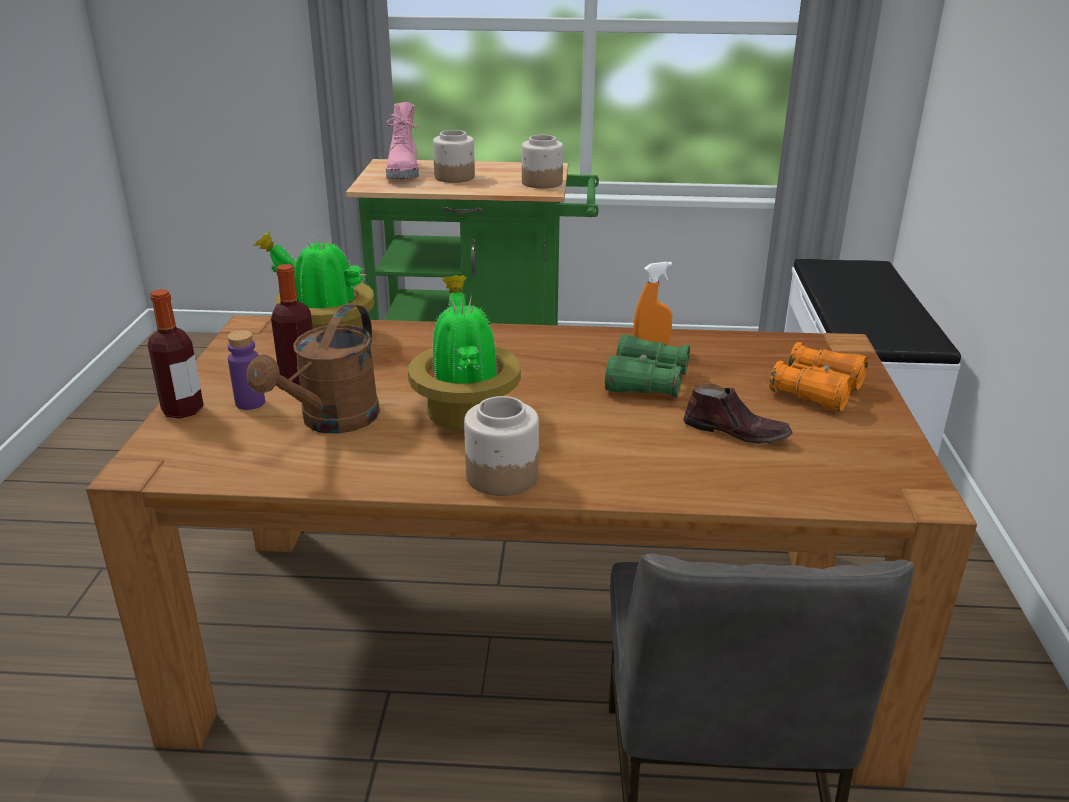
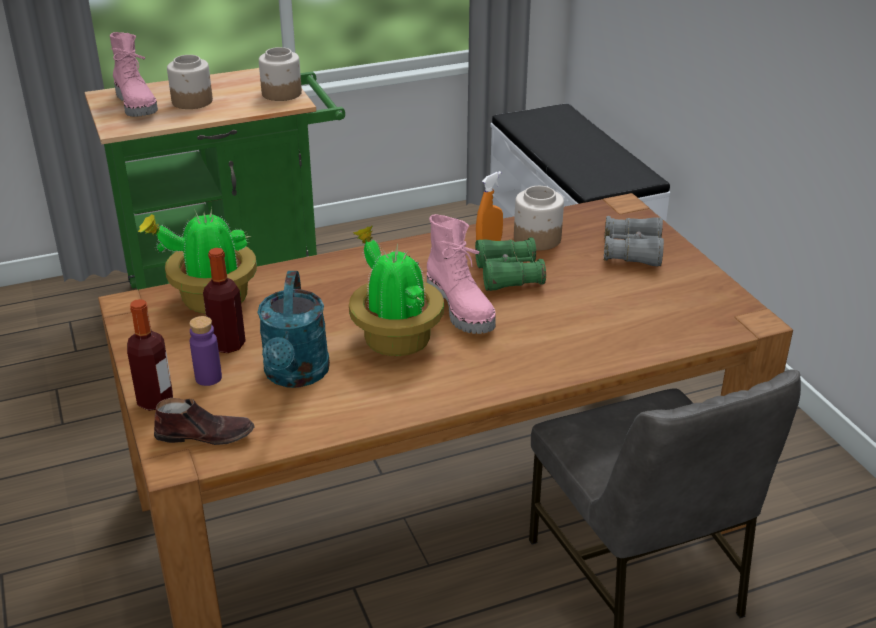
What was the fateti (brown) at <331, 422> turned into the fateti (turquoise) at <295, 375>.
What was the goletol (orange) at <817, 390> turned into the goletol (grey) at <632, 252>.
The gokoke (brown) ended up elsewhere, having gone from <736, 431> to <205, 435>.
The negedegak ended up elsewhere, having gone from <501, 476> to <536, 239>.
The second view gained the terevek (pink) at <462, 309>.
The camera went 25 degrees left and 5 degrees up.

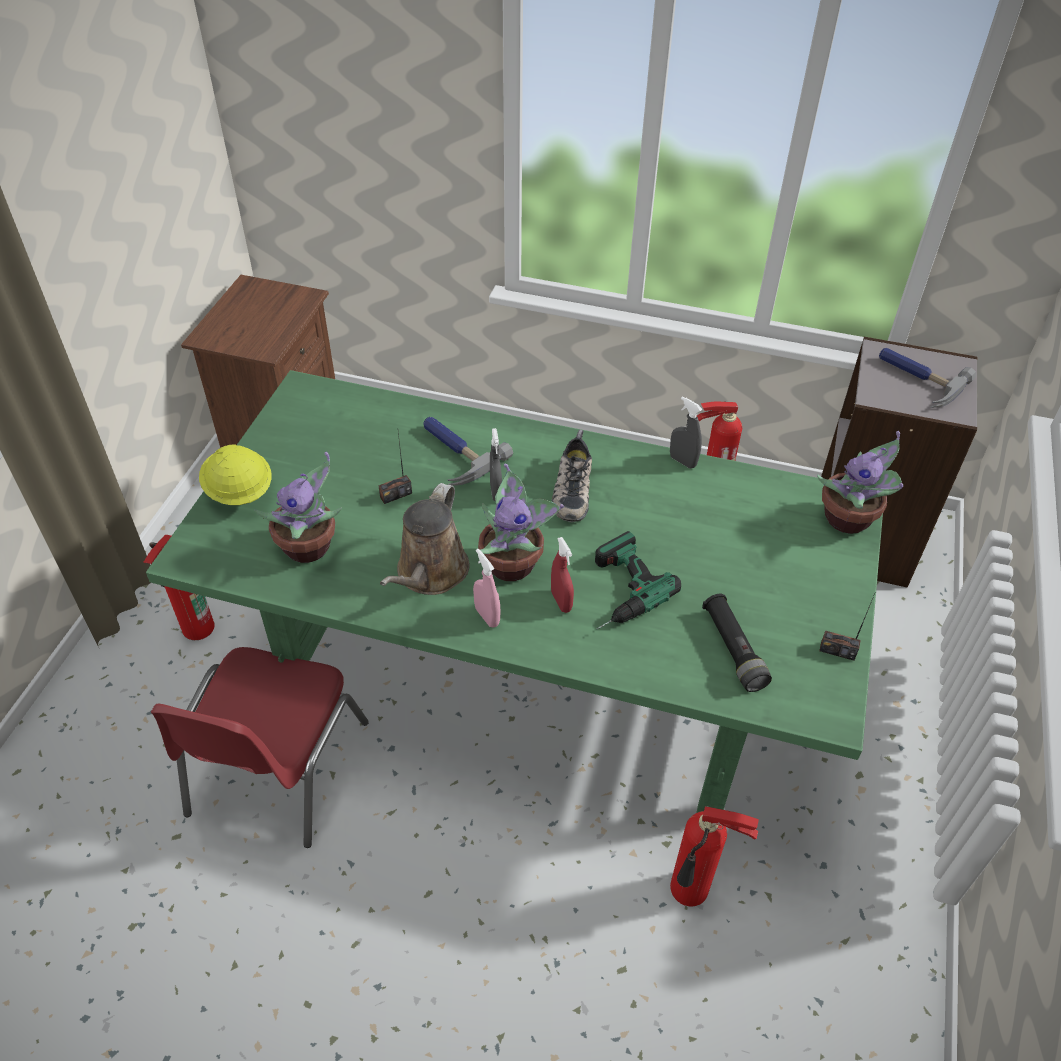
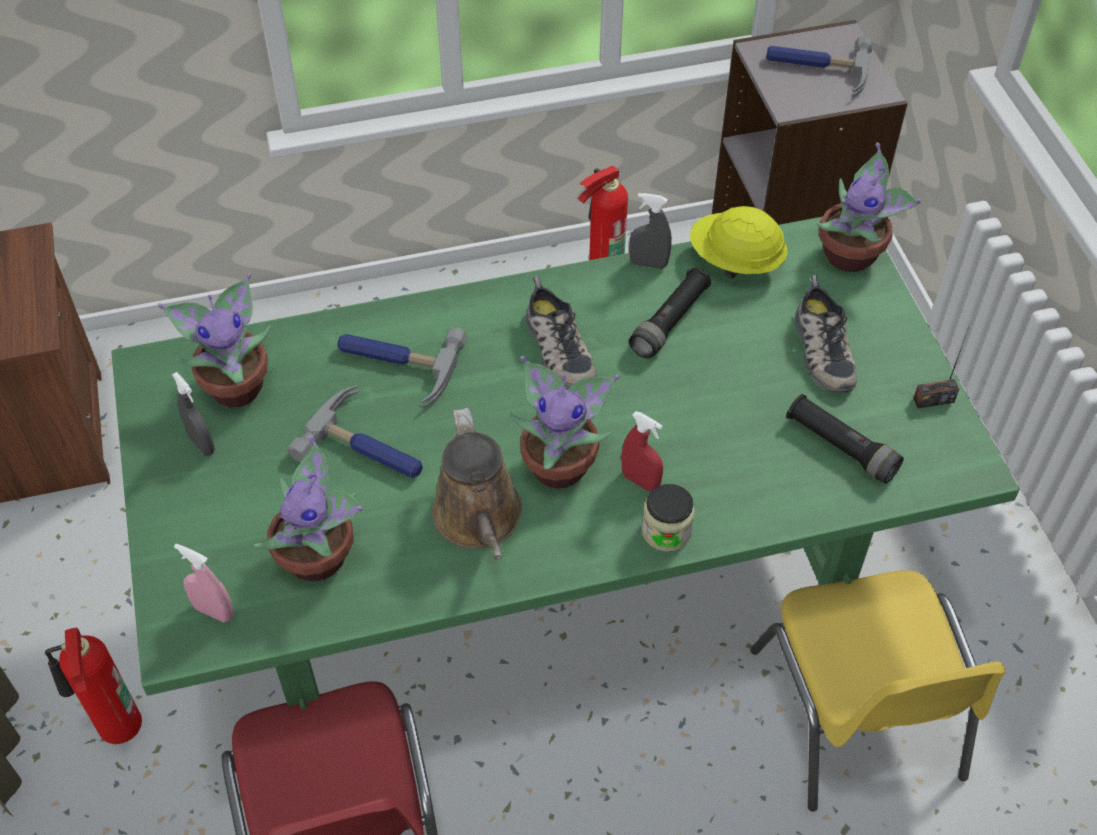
The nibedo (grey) ended up elsewhere, having gone from <496, 492> to <201, 444>.
Where the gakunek stood at <396, 495>, the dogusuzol came to stand at <369, 447>.
The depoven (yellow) ended up elsewhere, having gone from <239, 491> to <735, 261>.
The second view lost the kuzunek at <616, 590>.
The nibedo (pink) ended up elsewhere, having gone from <487, 616> to <213, 611>.
Where the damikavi stood at <691, 893>, the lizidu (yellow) came to stand at <858, 716>.
The second view gained the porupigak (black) at <670, 322>.
The second view gained the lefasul at <236, 385>.
The second view gained the gokoke at <820, 350>.
The second view gained the negedegak at <666, 531>.
The camera went 30 degrees left and 5 degrees up.

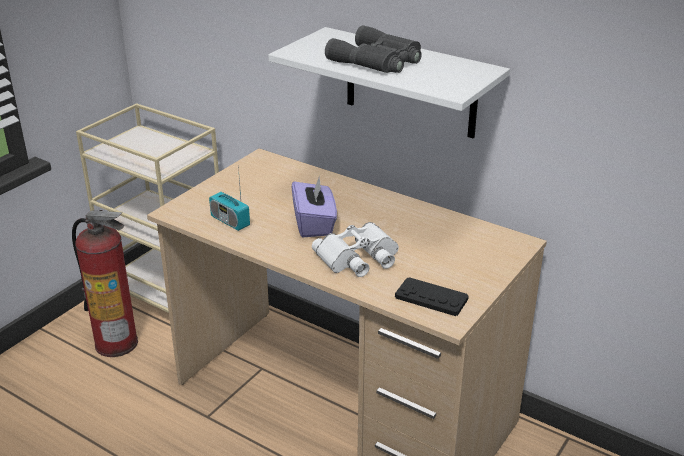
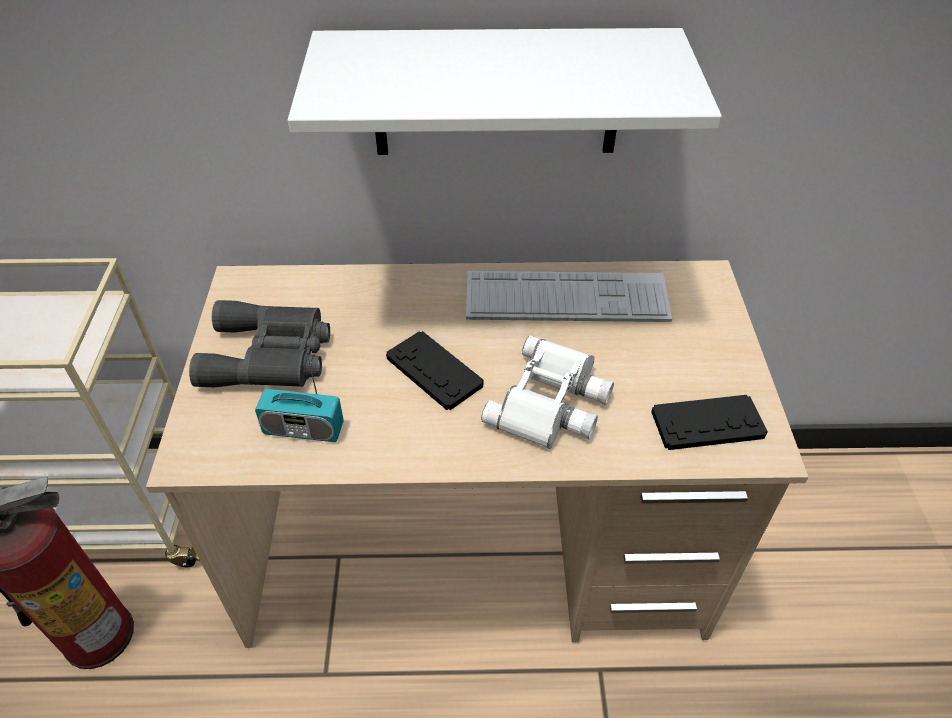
The goletol (grey) ended up elsewhere, having gone from <378, 61> to <270, 356>.
Where the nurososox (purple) stood at <314, 224>, the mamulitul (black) came to stand at <434, 371>.
The second view gained the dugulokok at <566, 298>.
The camera went 35 degrees left and 15 degrees up.

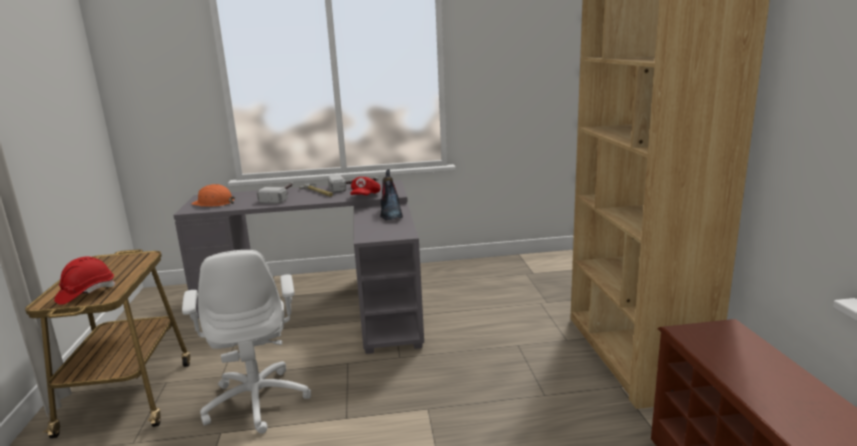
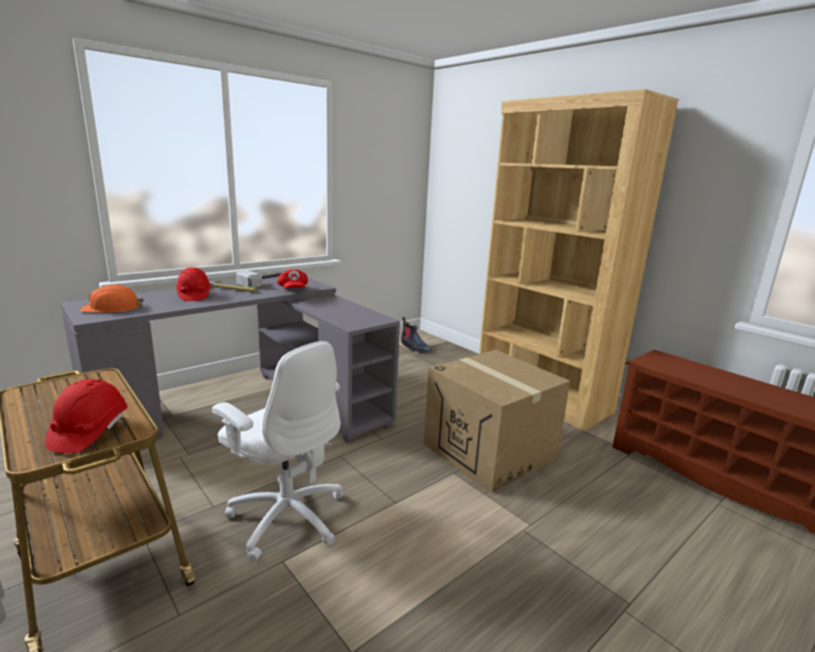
The terevek ended up elsewhere, having gone from <391, 213> to <414, 348>.
Where the dogusuzol stood at <281, 196>, the depoven (red) came to stand at <194, 296>.
The second view gained the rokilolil at <490, 451>.
The camera went 35 degrees left and 0 degrees up.

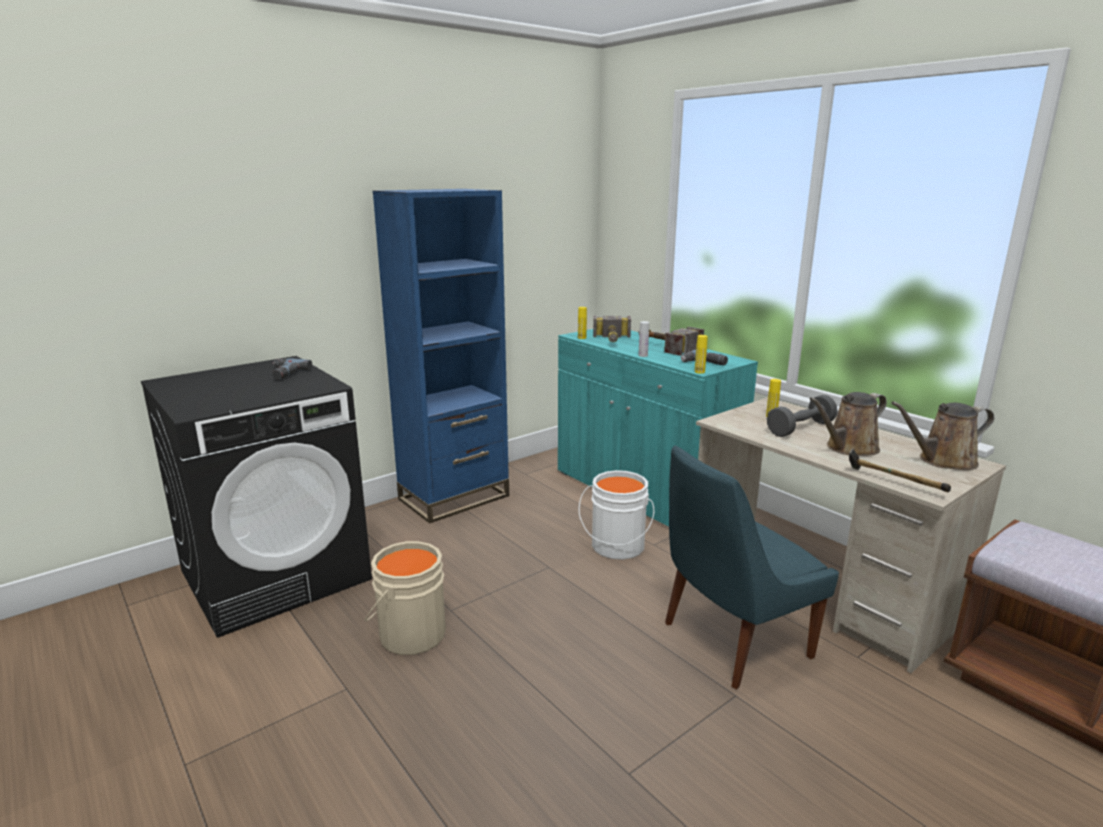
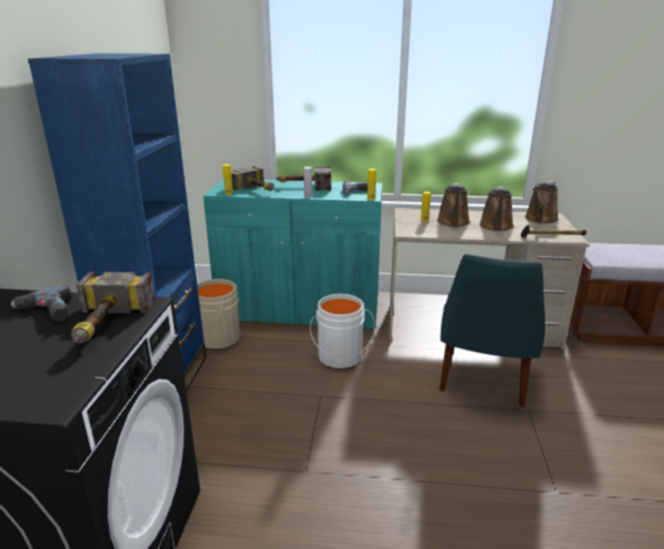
Where the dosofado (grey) stood at <800, 429>, the fateti (brown) came to stand at <453, 222>.
The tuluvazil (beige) ended up elsewhere, having gone from <409, 633> to <217, 338>.
The second view gained the dogusuzol at <104, 325>.
The camera went 45 degrees left and 5 degrees up.

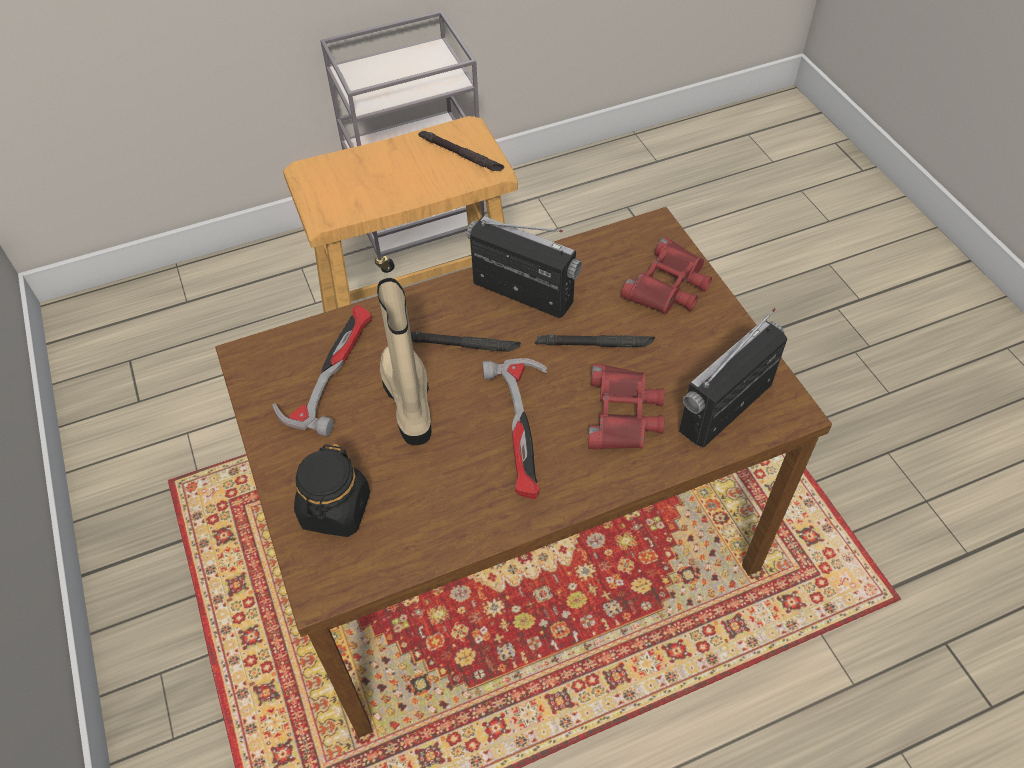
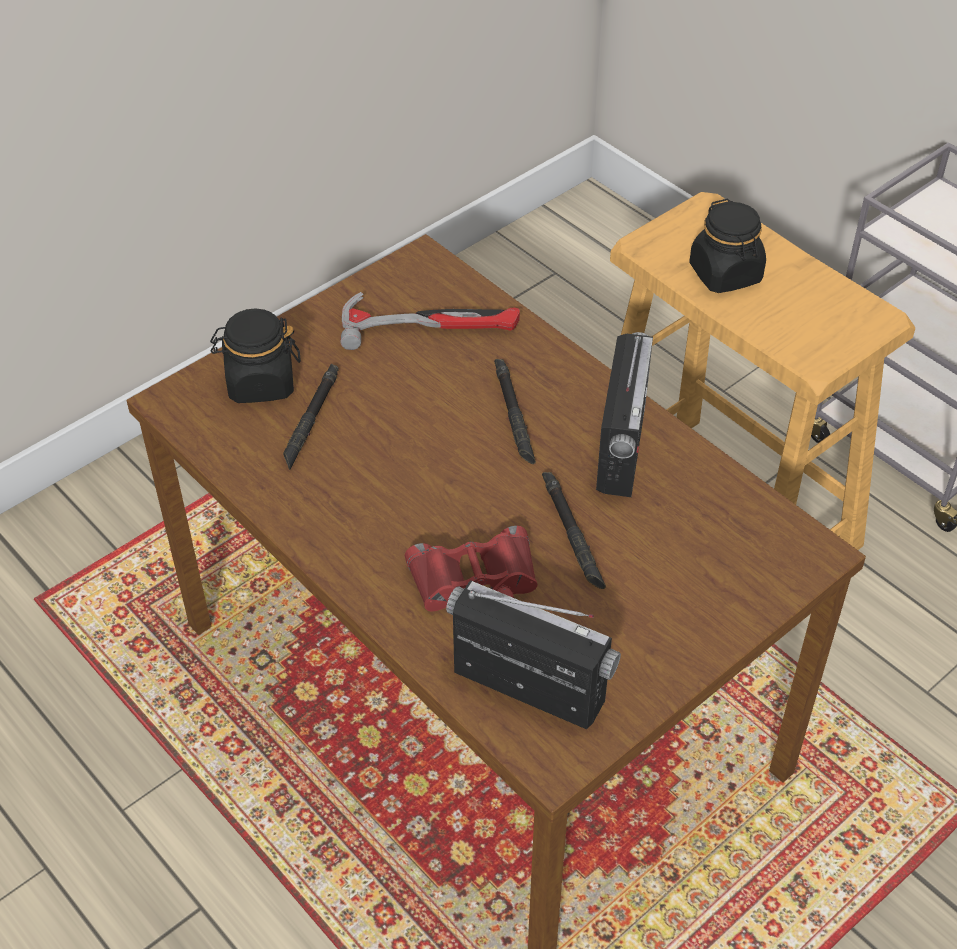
The porupigak (black) ended up elsewhere, having gone from <460, 154> to <311, 420>.
The second view lost the goletol (red) at <669, 286>.
The second view lost the terevek (beige) at <409, 401>.
The second view lost the dogusuzol at <523, 429>.
The second view gained the negedegak (black) at <725, 274>.
The camera went 70 degrees right and 5 degrees down.

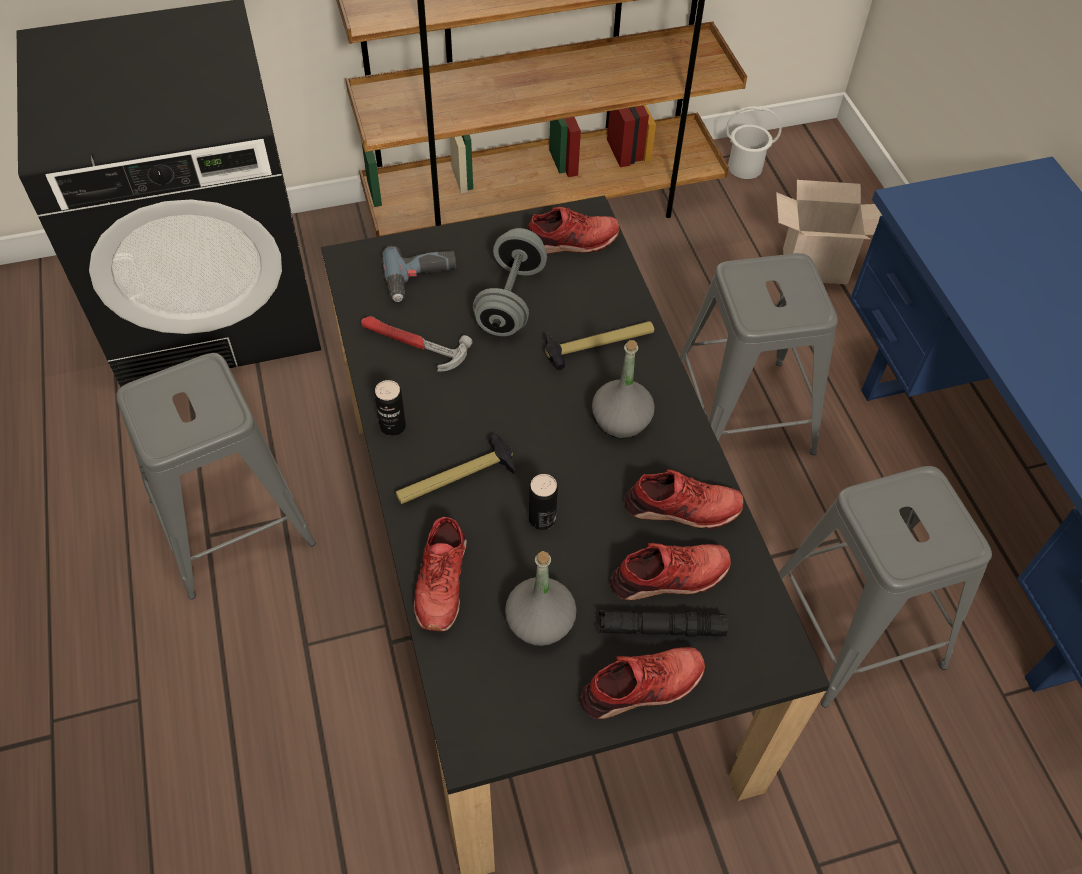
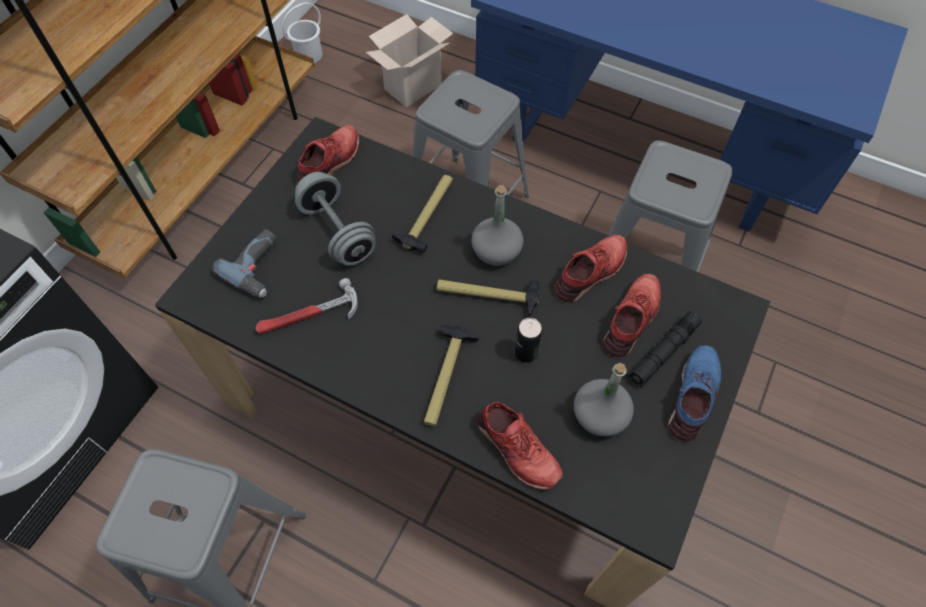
The second view lost the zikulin at <393, 426>.
What was the gokoke (red) at <642, 688> turned into the gokoke (blue) at <694, 397>.
The second view gained the dogusuzol at <487, 296>.
The camera went 45 degrees left and 5 degrees up.

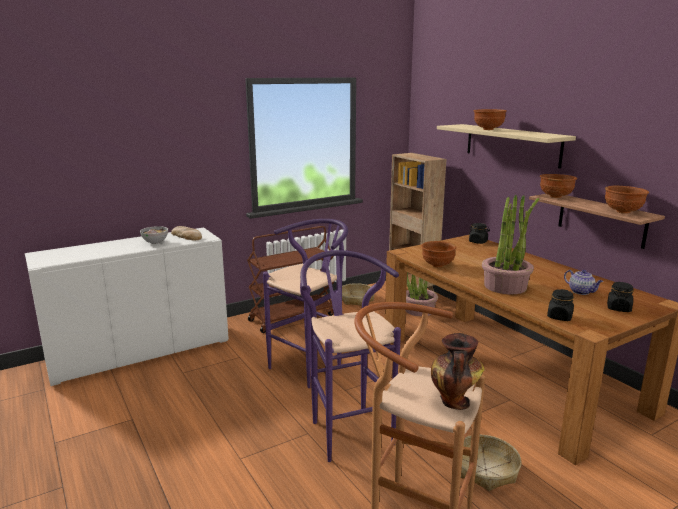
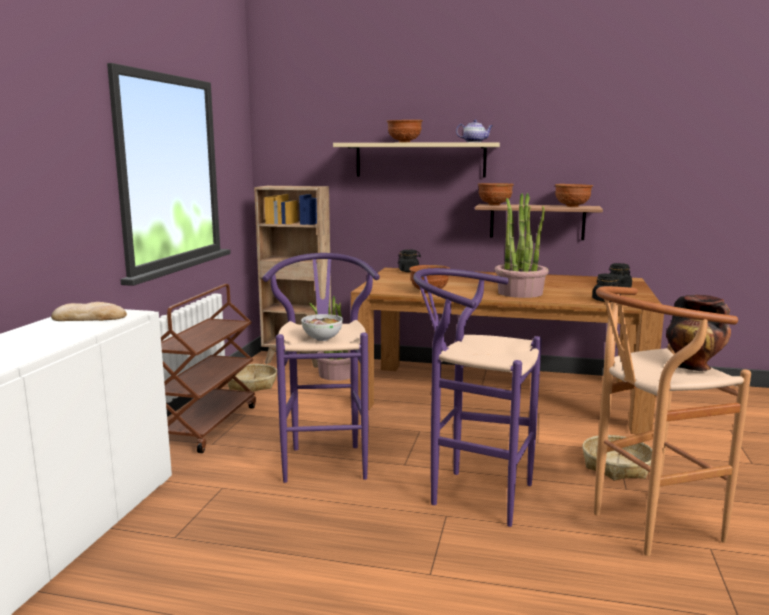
The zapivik ended up elsewhere, having gone from <155, 242> to <322, 339>.
The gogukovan ended up elsewhere, having gone from <581, 292> to <474, 142>.
The camera went 45 degrees left and 5 degrees down.

